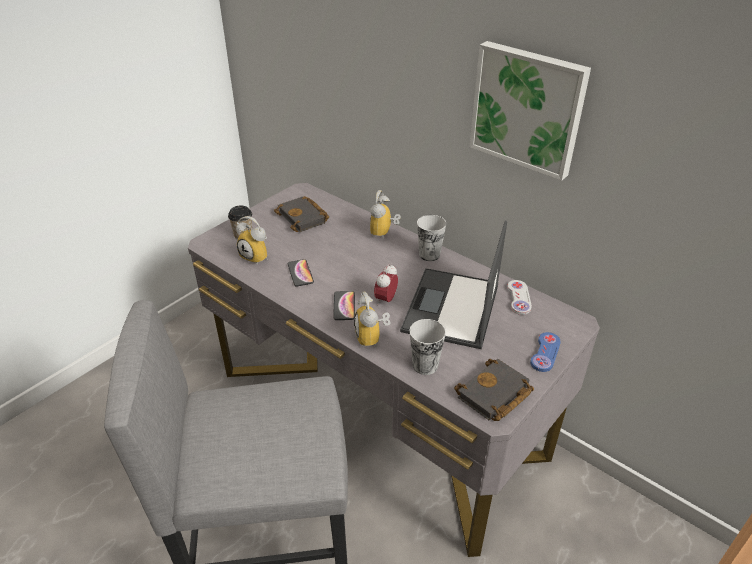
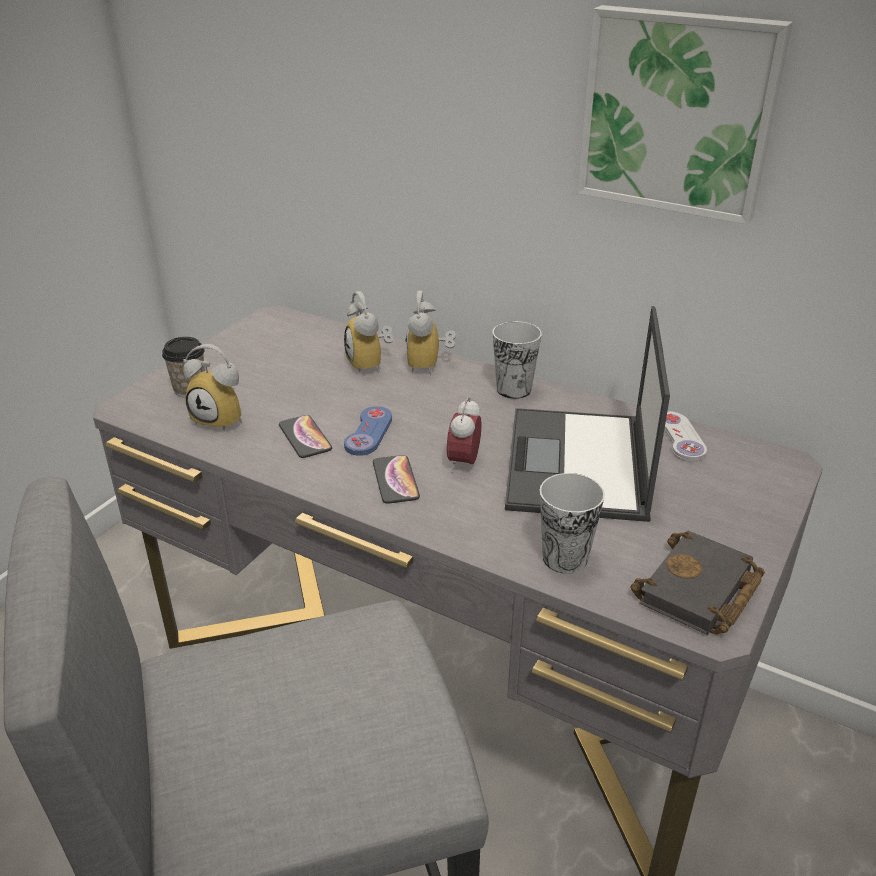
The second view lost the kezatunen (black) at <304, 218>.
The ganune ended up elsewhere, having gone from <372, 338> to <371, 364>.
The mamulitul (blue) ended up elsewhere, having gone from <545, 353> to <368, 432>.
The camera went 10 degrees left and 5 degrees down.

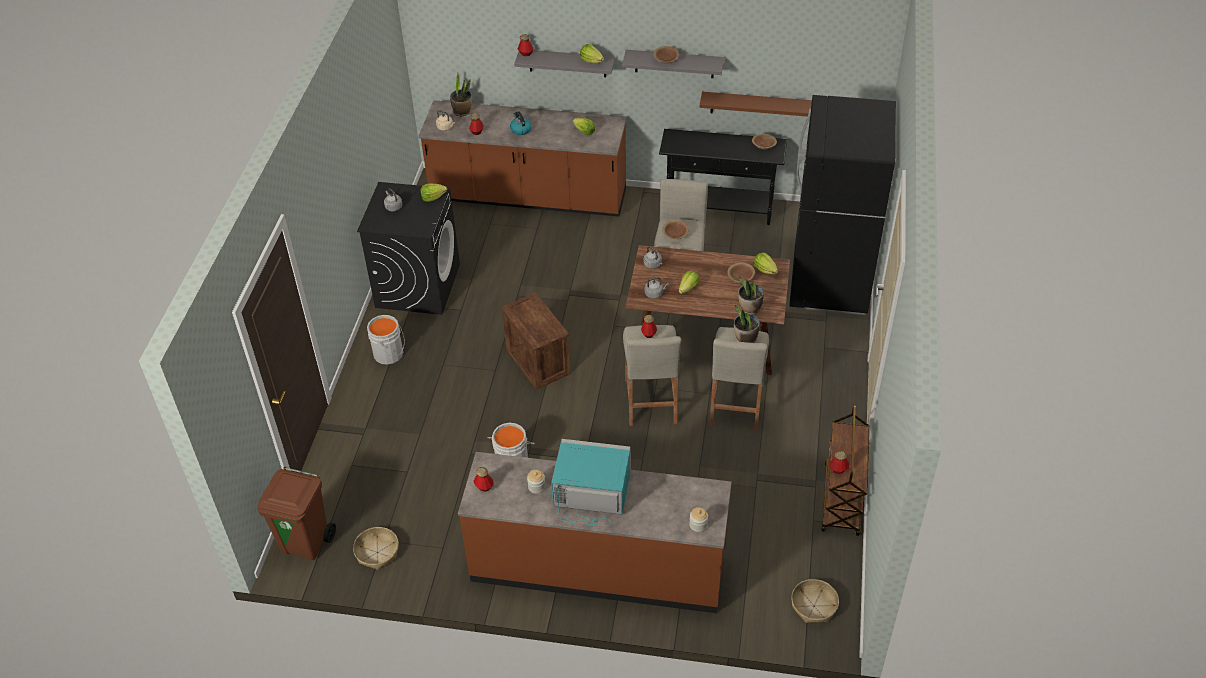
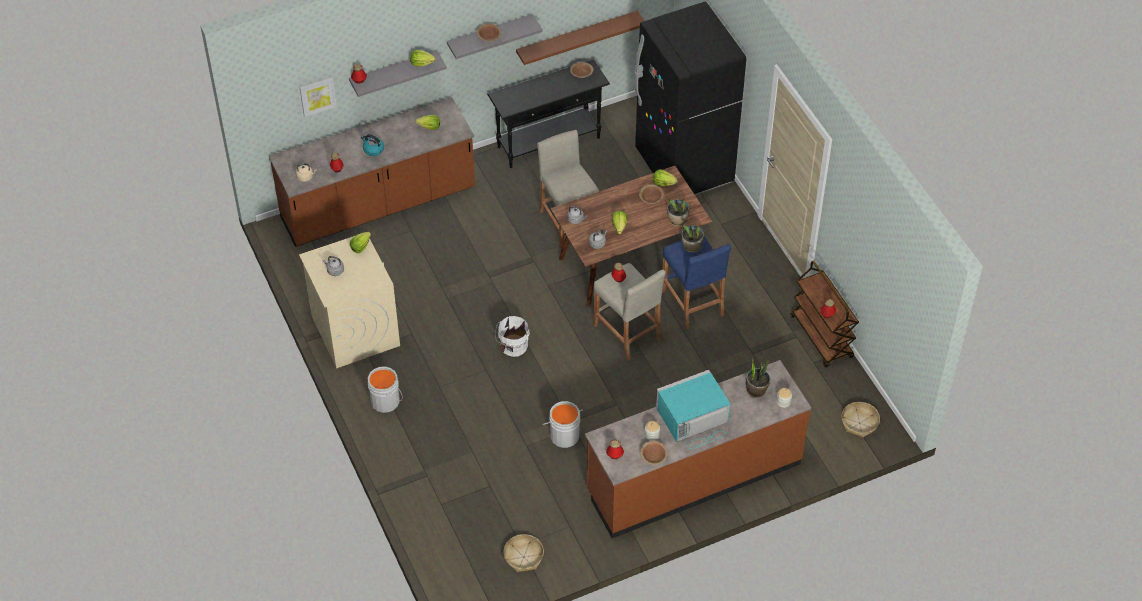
The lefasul ended up elsewhere, having gone from <462, 111> to <756, 390>.
What was the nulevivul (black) at <418, 285> turned into the nulevivul (beige) at <355, 331>.
The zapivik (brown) ended up elsewhere, having gone from <675, 235> to <653, 457>.
Where the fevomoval stood at <537, 362>, the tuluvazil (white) came to stand at <513, 346>.
What was the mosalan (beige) at <735, 404> turned into the mosalan (blue) at <692, 303>.
The second view lost the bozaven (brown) at <306, 542>.
The second view gained the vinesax at <317, 96>.
The camera went 35 degrees left and 5 degrees up.

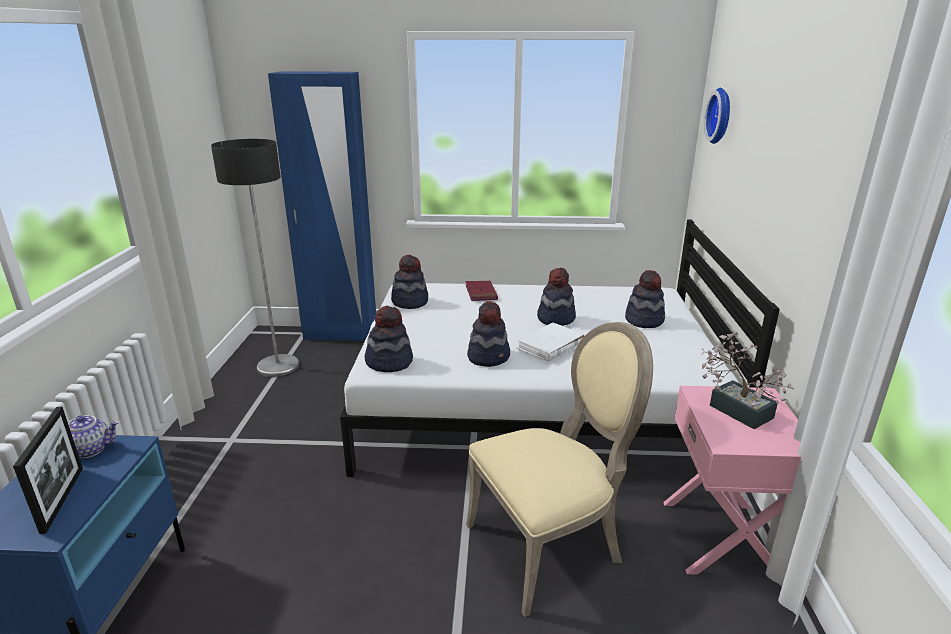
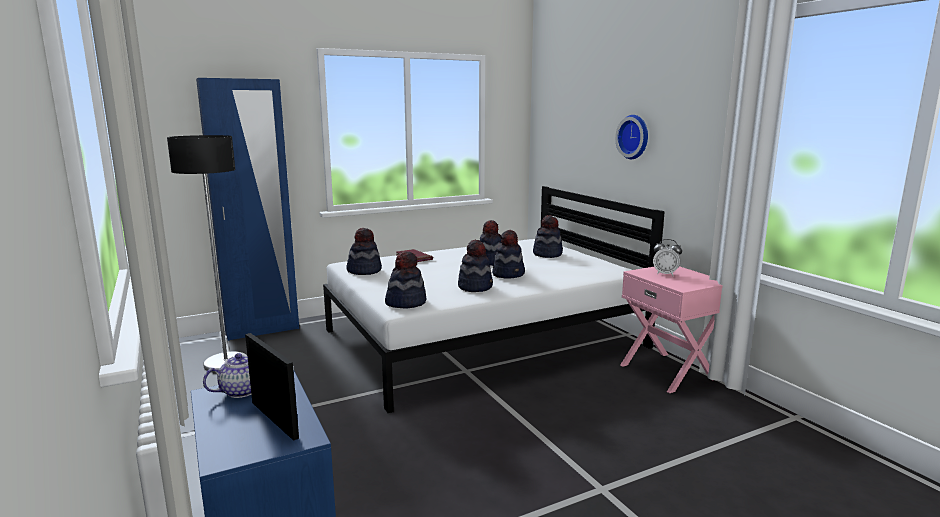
The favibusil ended up elsewhere, having gone from <721, 116> to <634, 137>.
The second view lost the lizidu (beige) at <550, 545>.
Where the kezatunen (white) stood at <550, 345>, the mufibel came to stand at <508, 274>.
Where the lefasul stood at <735, 408>, the ganune came to stand at <665, 274>.
The camera went 30 degrees left and 10 degrees down.

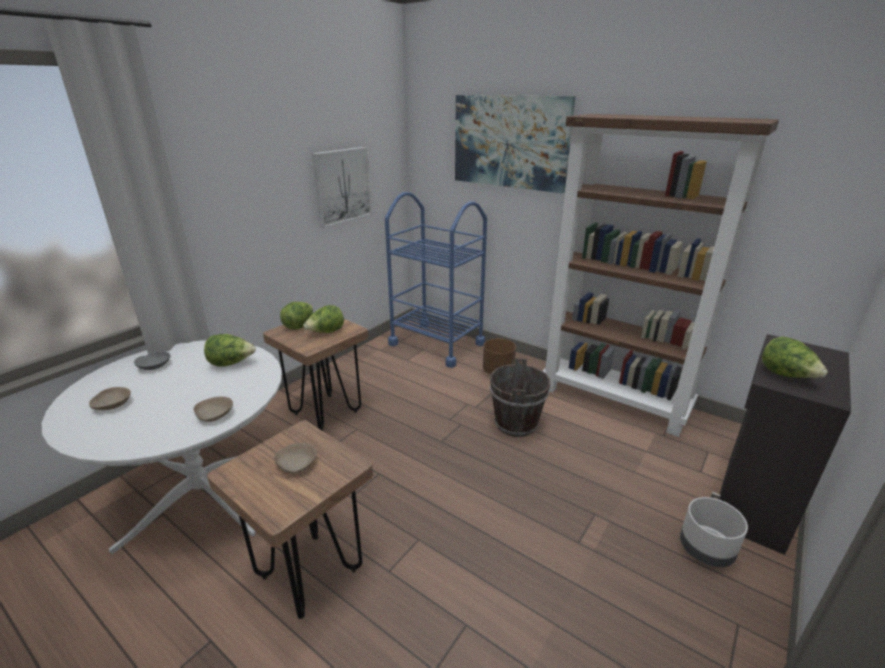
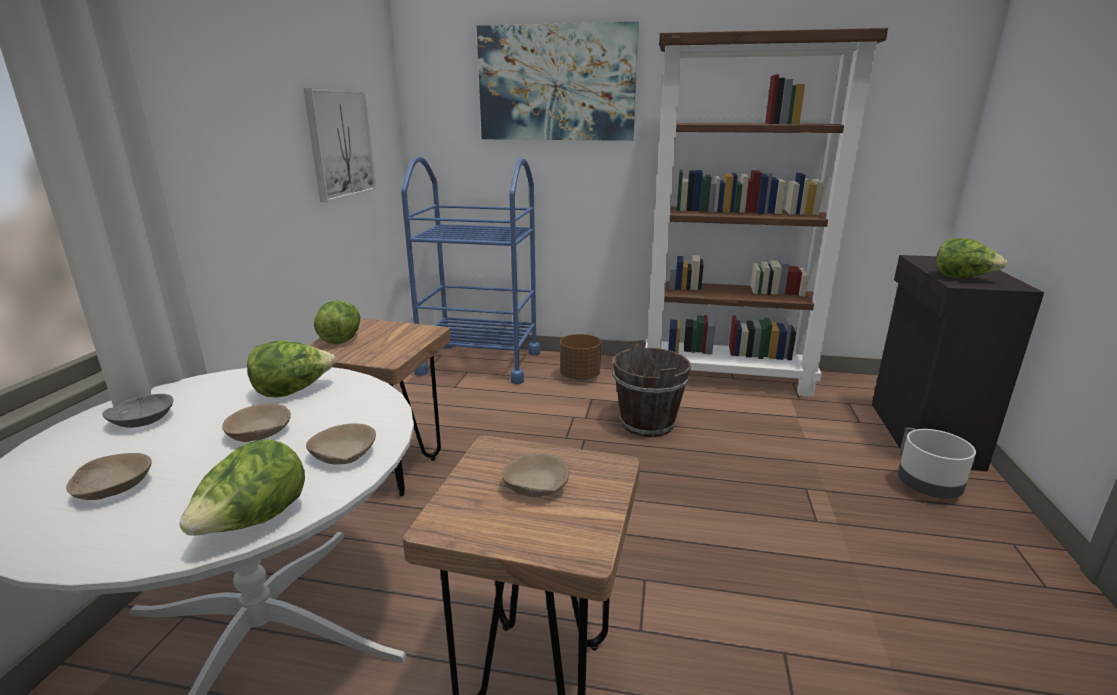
The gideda ended up elsewhere, having gone from <326, 332> to <254, 523>.
The second view gained the zapivik (beige) at <260, 433>.
The camera went 25 degrees left and 5 degrees down.

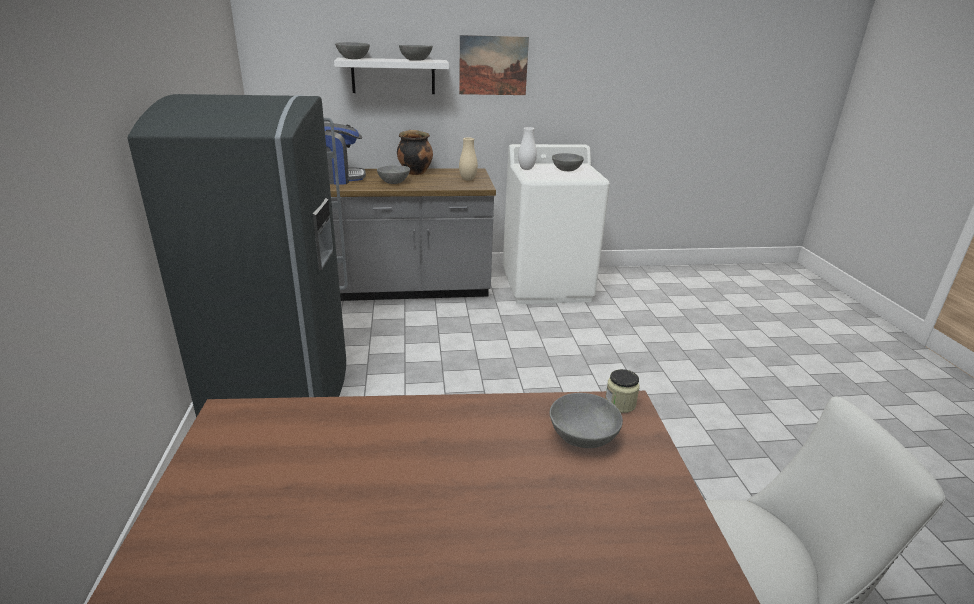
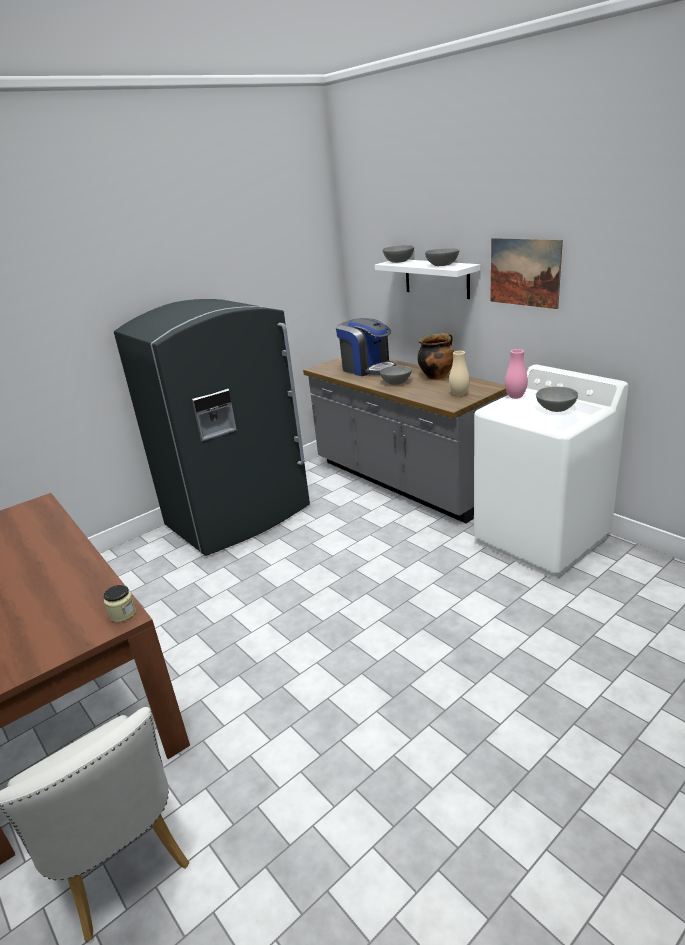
What was the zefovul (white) at <526, 169> turned into the zefovul (pink) at <515, 397>.
The second view lost the zapivik (grey) at <583, 437>.
The camera went 60 degrees right and 0 degrees up.

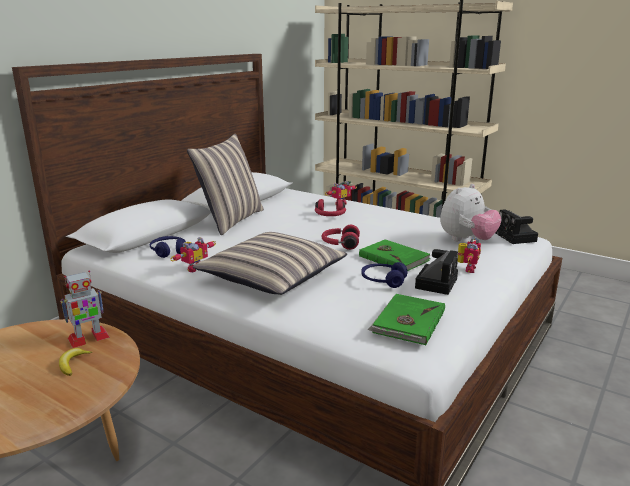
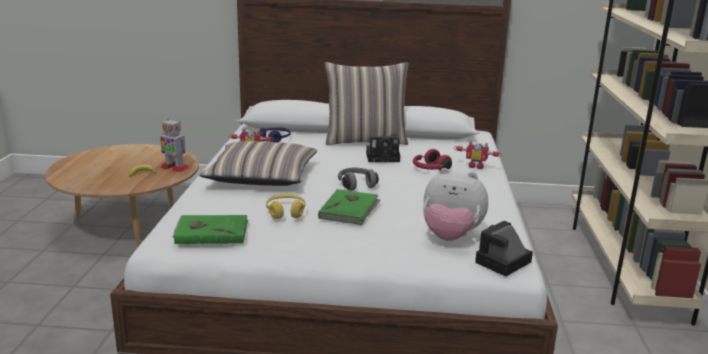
What was the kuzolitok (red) at <340, 244> turned into the kuzolitok (grey) at <356, 185>.
The second view lost the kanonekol at <466, 269>.
The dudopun ended up elsewhere, having gone from <436, 282> to <384, 157>.
What was the kuzolitok (blue) at <383, 281> turned into the kuzolitok (yellow) at <286, 212>.
The camera went 60 degrees right and 0 degrees up.

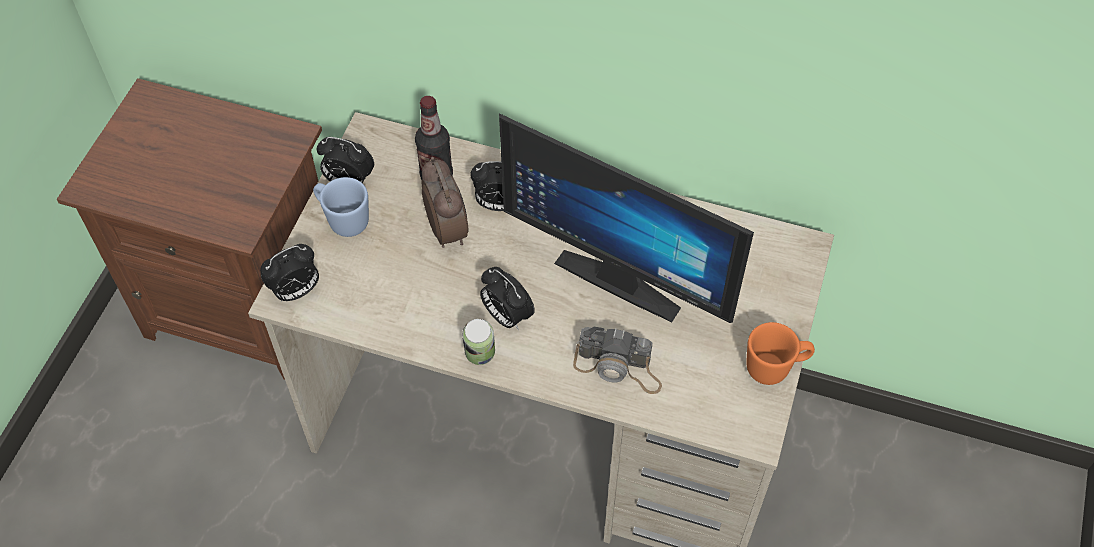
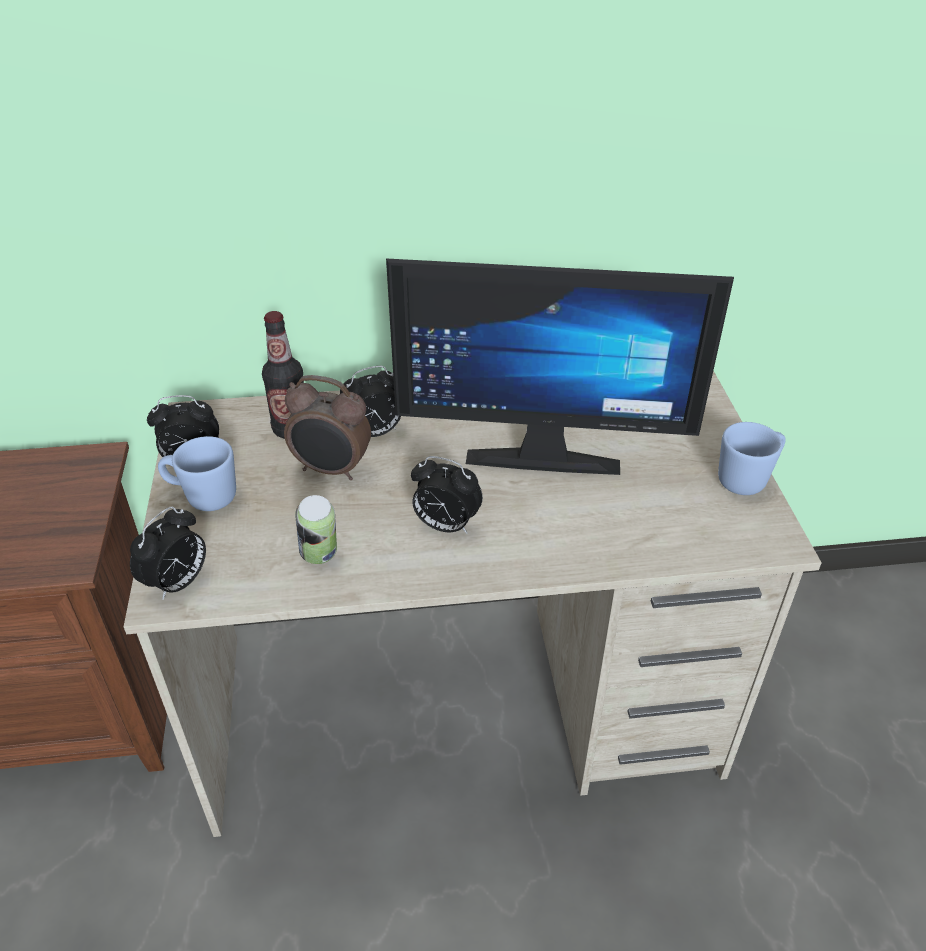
The ganune at <448, 230> ended up facing another way, 150 degrees clockwise from before.
The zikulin ended up elsewhere, having gone from <480, 356> to <320, 556>.
What was the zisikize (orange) at <775, 368> turned into the zisikize (blue) at <748, 479>.
The second view lost the dudopun at <618, 367>.
The camera went 25 degrees left and 15 degrees down.

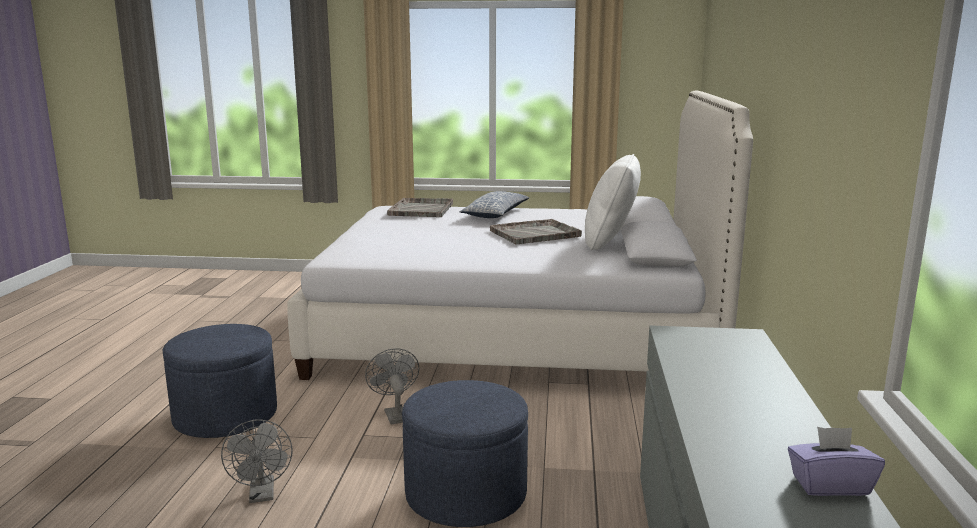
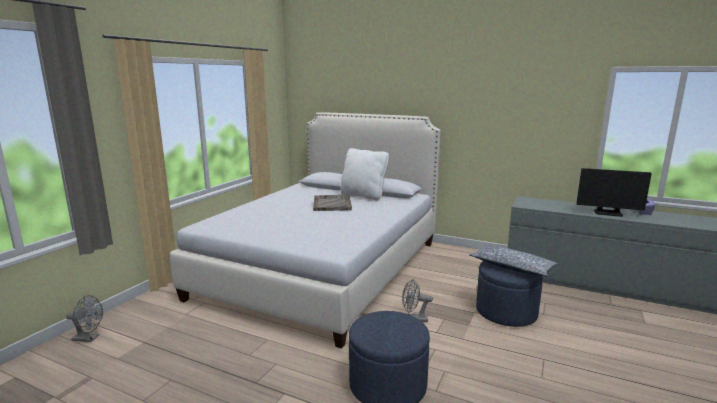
The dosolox ended up elsewhere, having gone from <496, 214> to <512, 267>.
The second view lost the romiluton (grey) at <421, 209>.
The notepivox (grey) ended up elsewhere, having gone from <262, 495> to <89, 338>.
The second view gained the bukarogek at <608, 213>.
The camera went 70 degrees left and 0 degrees up.

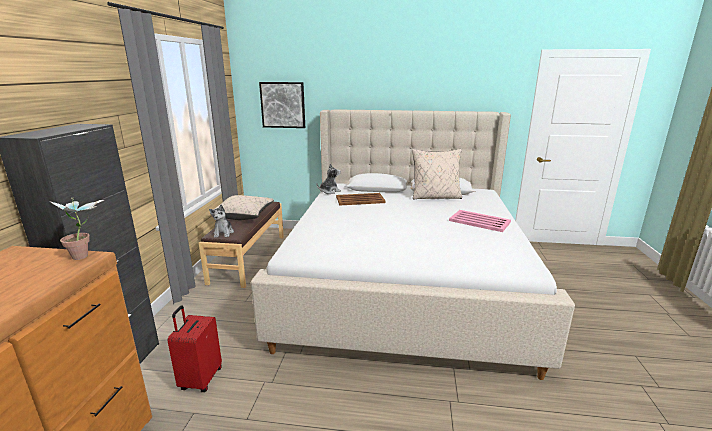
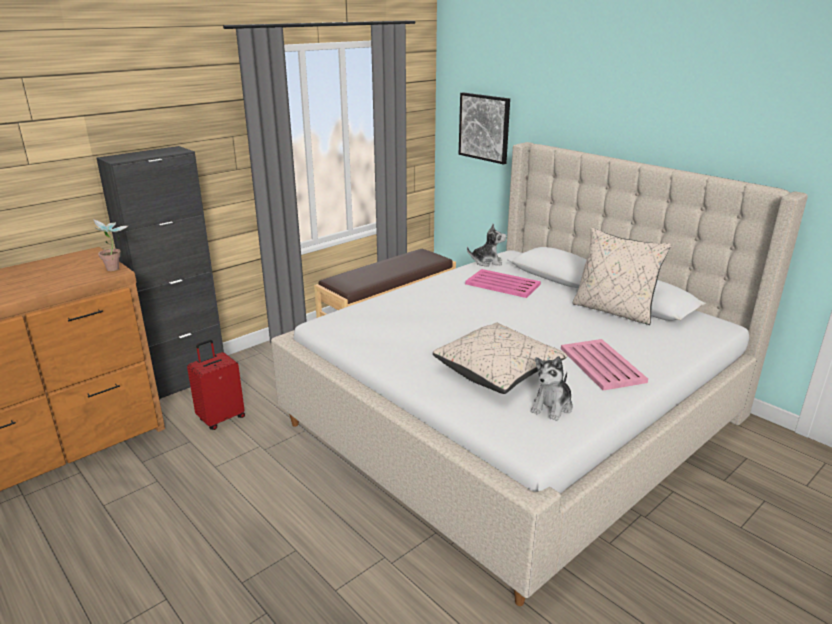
What was the romiluton (brown) at <359, 200> turned into the romiluton (pink) at <502, 284>.
The dosolox (beige) ended up elsewhere, having gone from <244, 215> to <498, 372>.
The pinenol ended up elsewhere, having gone from <223, 233> to <552, 407>.
The camera went 40 degrees right and 5 degrees up.

